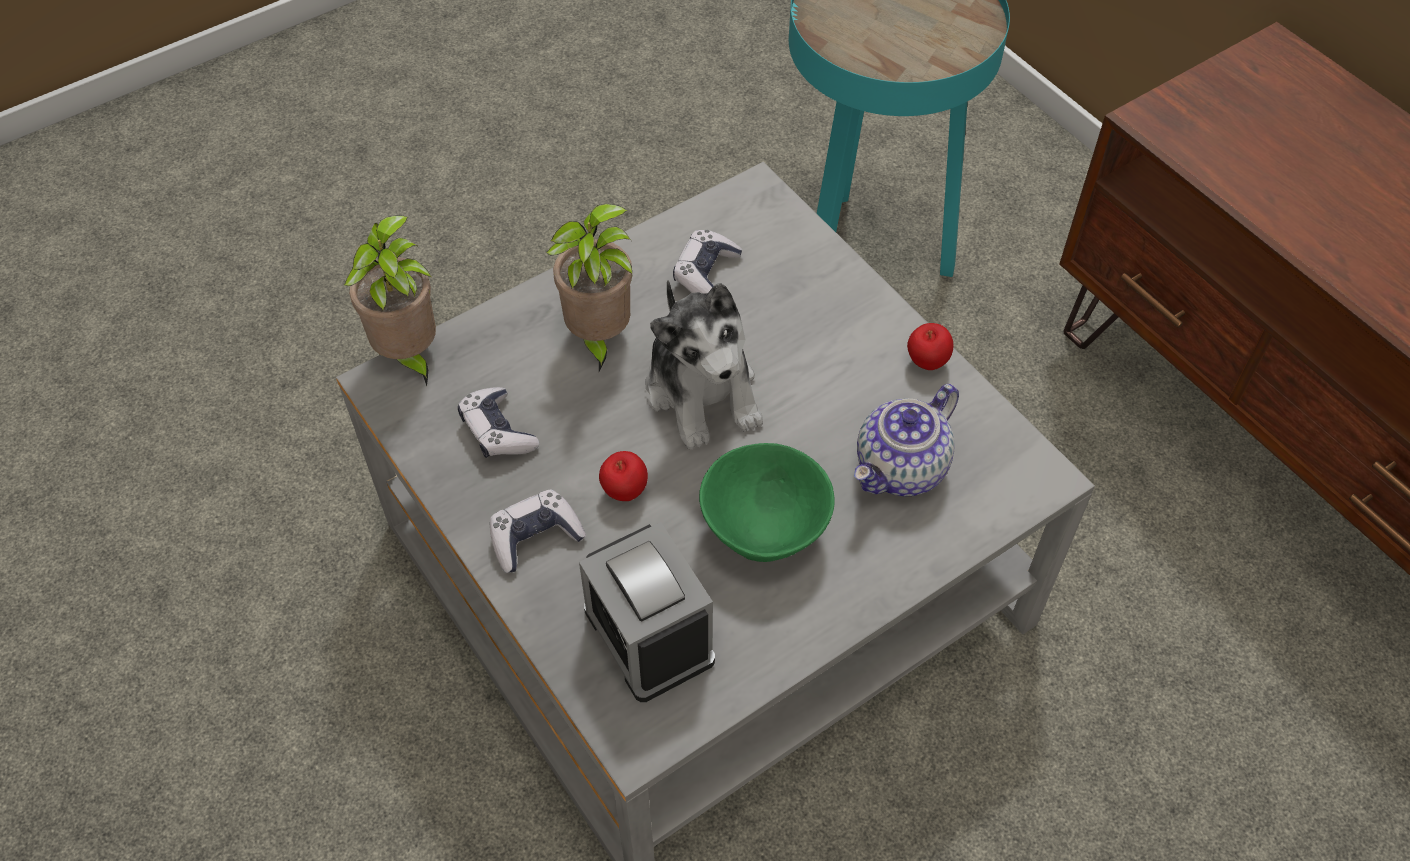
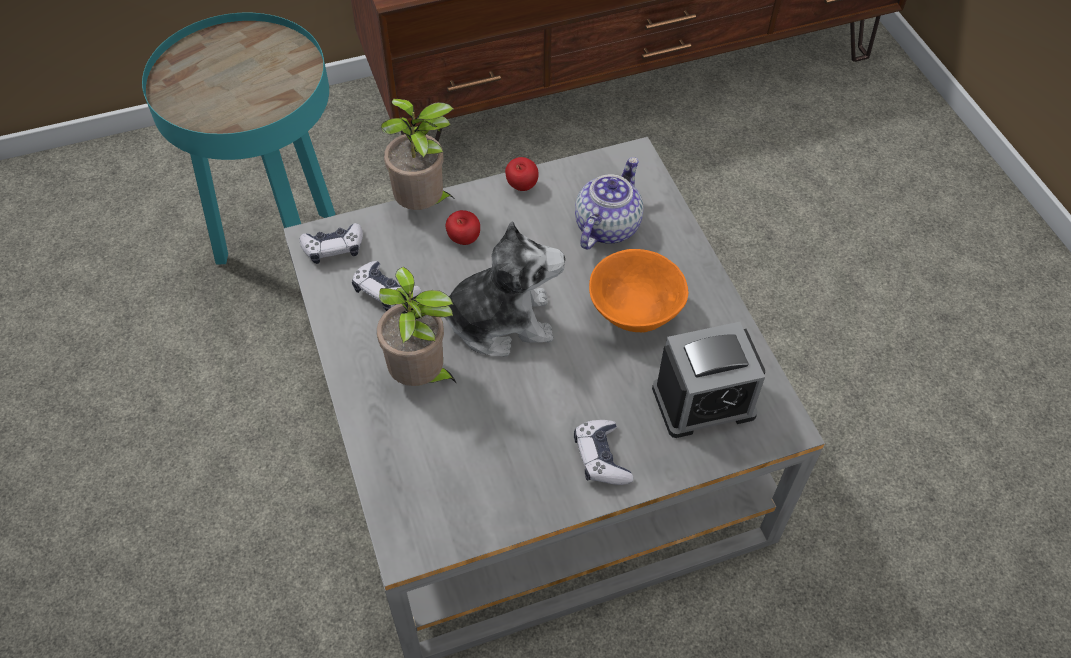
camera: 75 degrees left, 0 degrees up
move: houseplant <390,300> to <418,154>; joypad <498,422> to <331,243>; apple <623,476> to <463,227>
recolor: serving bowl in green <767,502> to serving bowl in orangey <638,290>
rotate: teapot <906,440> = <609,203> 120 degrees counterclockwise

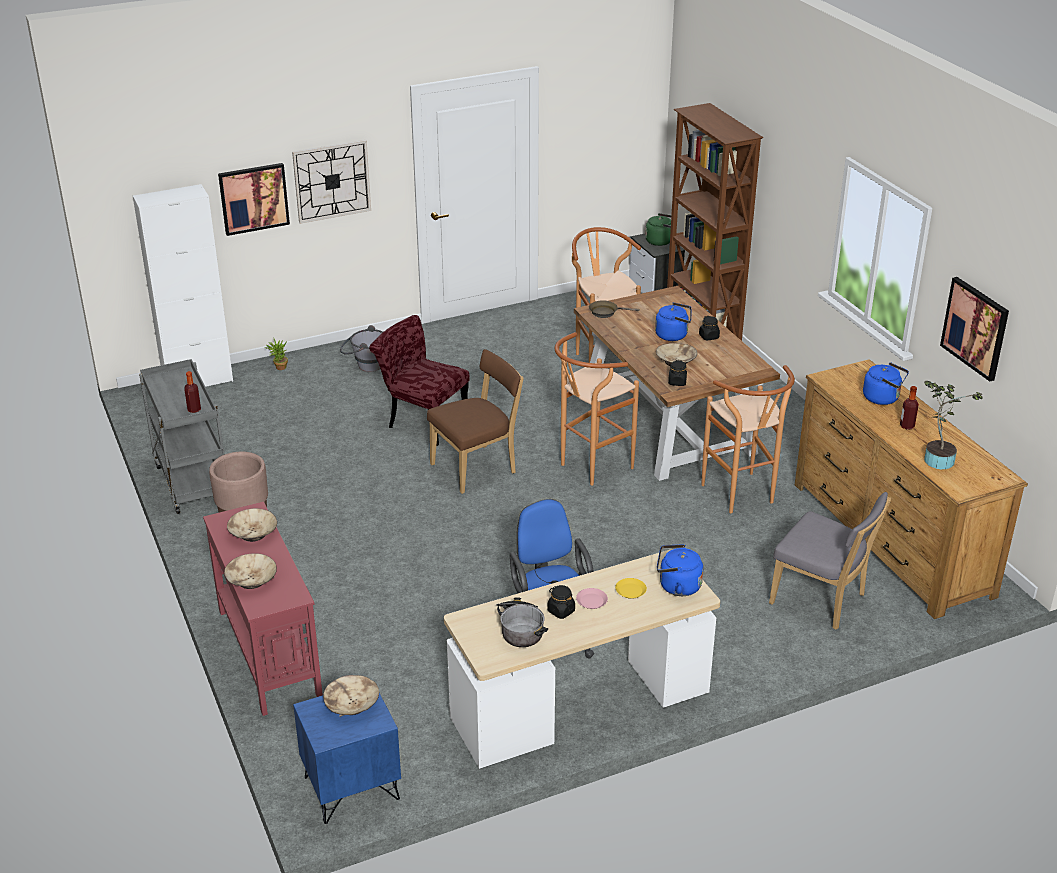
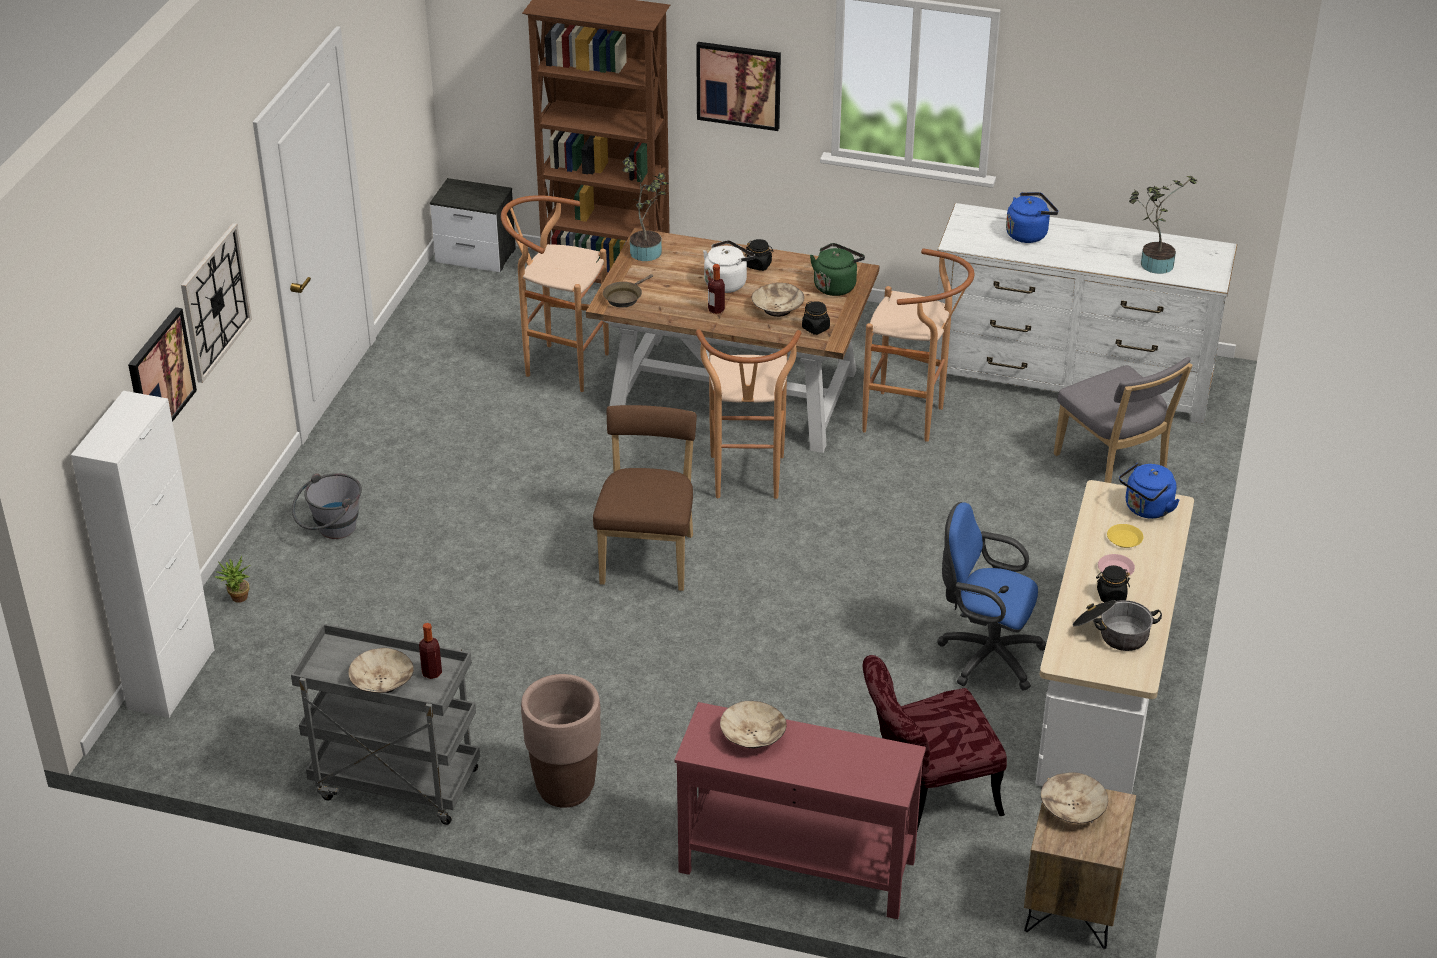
camera: 50 degrees left, 5 degrees up
insert: houseplant <646,209>
move: tea kettle in green <658,229> to <837,269>; wall art <974,329> to <738,86>; chair in reddish <419,380> to <935,743>; bottle <909,408> to <716,289>; serving bowl in beige <250,571> to <381,670>
recolor: tea kettle in blue-coloured <673,321> to tea kettle in whitish <729,266>; chest of drawers in brown <911,489> to chest of drawers in whitish <1086,313>; night table in blue-coloured <347,758> to night table in brown <1080,863>
rotate: chair in grey <830,561> = <1123,420> 75 degrees clockwise

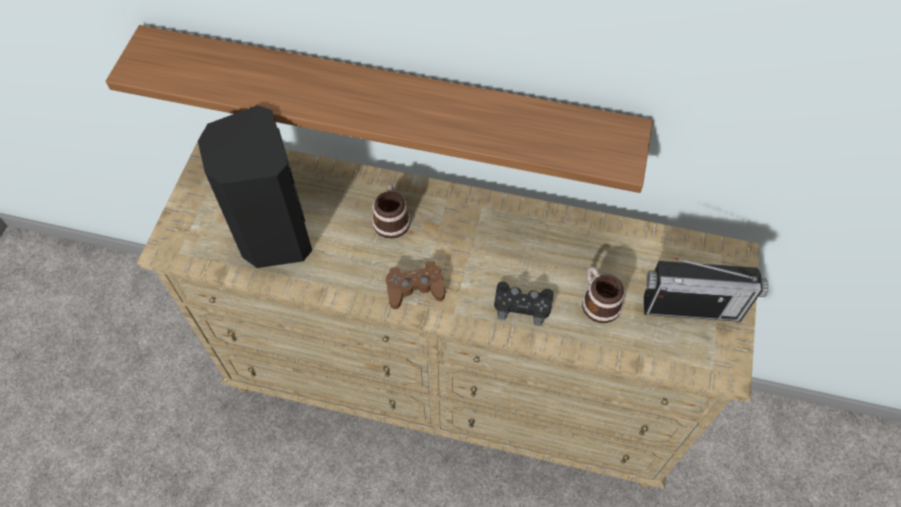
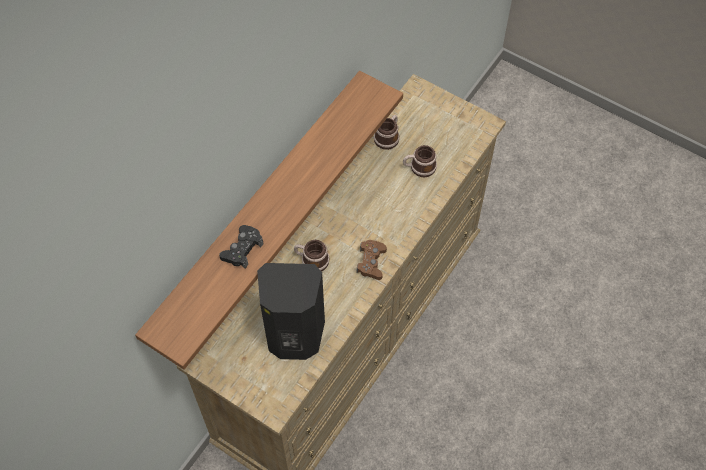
camera: 70 degrees left, 0 degrees up
delete: radio receiver <706,290>
insert: coffee mug <386,132>
move: joypad in black-coloured <524,303> to <241,246>

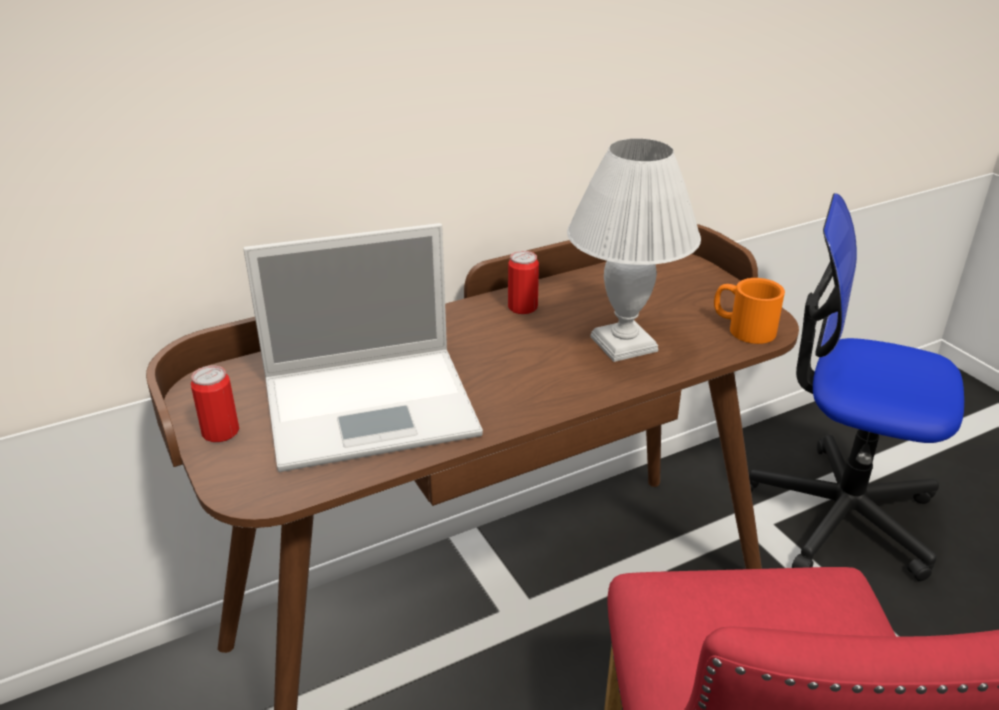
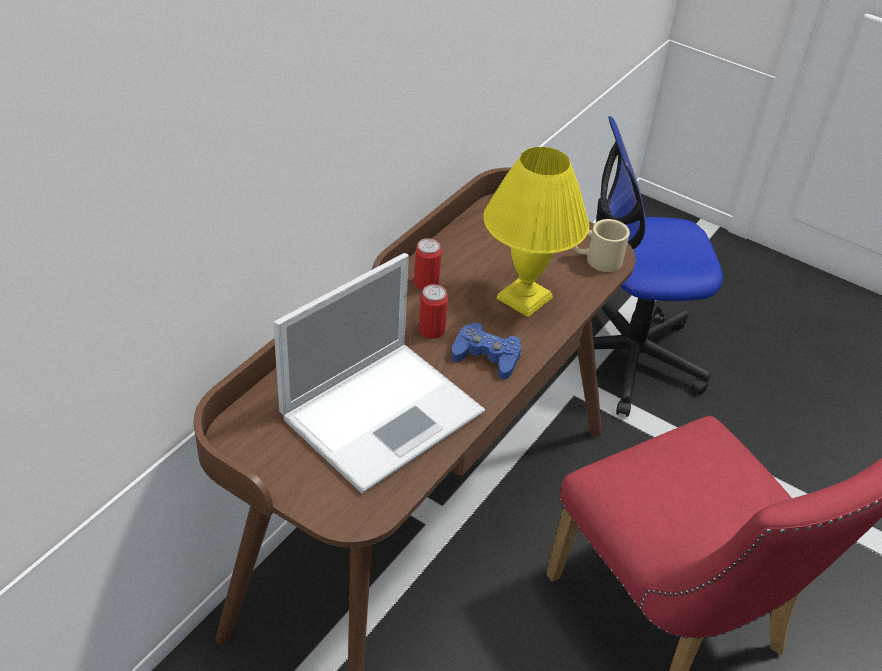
camera: 30 degrees left, 10 degrees up
insert: joypad in blue-coloured <486,351>
move: metal can <215,403> to <433,311>
recolor: tabletop lamp in whitish <634,250> to tabletop lamp in yellowish <536,232>; coffee mug in orangey <749,311> to coffee mug in beige <601,245>

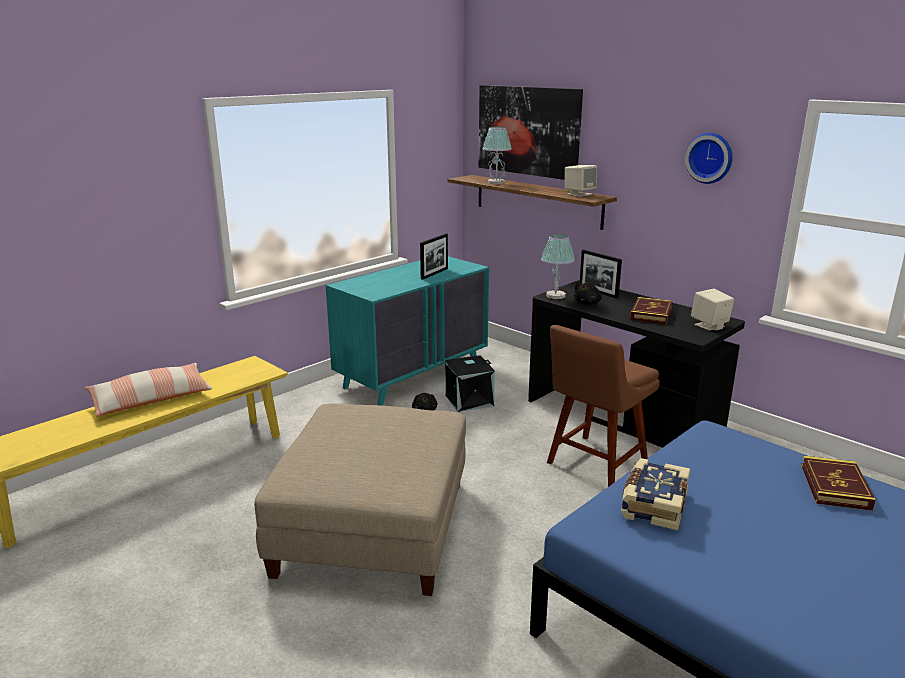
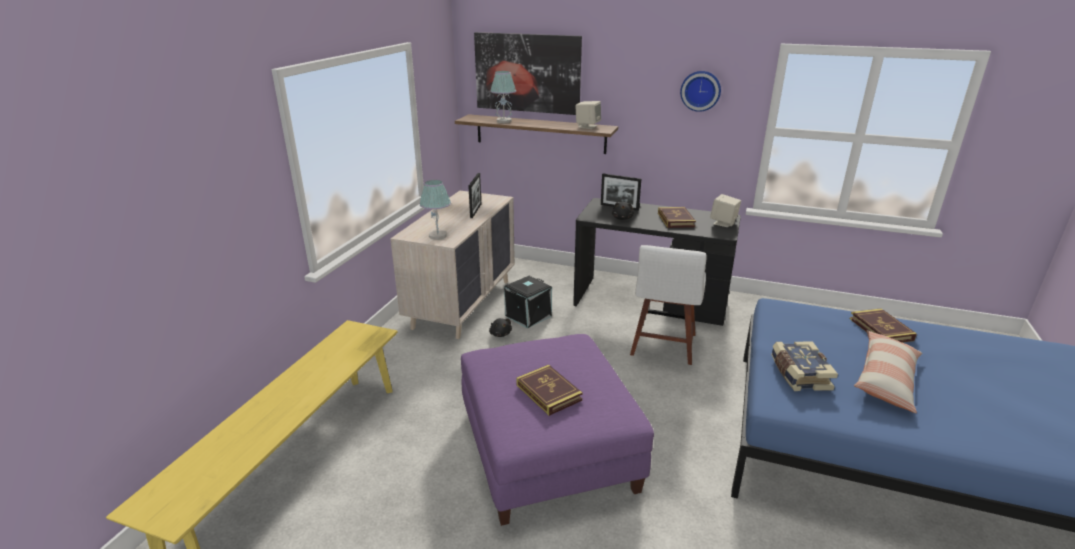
camera: 25 degrees left, 5 degrees up
insert: bound book <549,390>
move: tabletop lamp <558,266> to <435,210>; throw pillow <148,389> to <888,371>
recolor: chest of drawers in turquoise <407,331> to chest of drawers in beige <452,265>; chair in brown <603,406> to chair in whitish <668,305>; footrest in beige <360,499> to footrest in purplish <557,430>

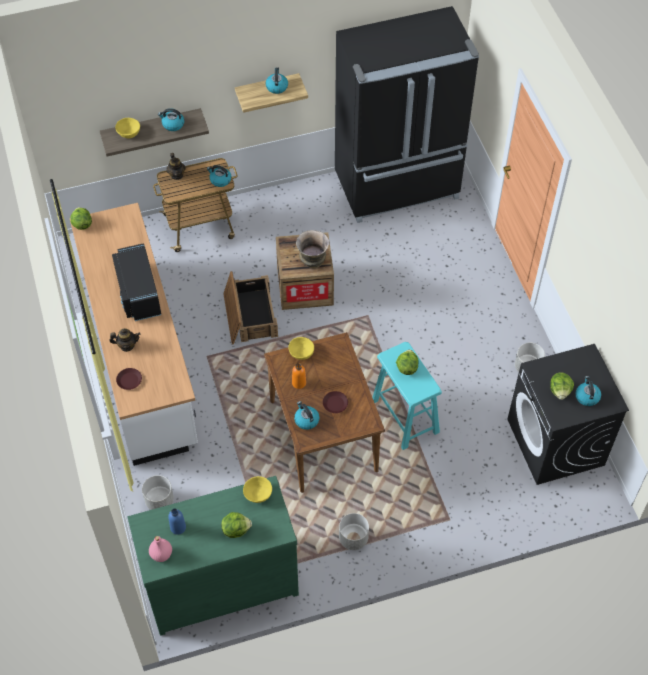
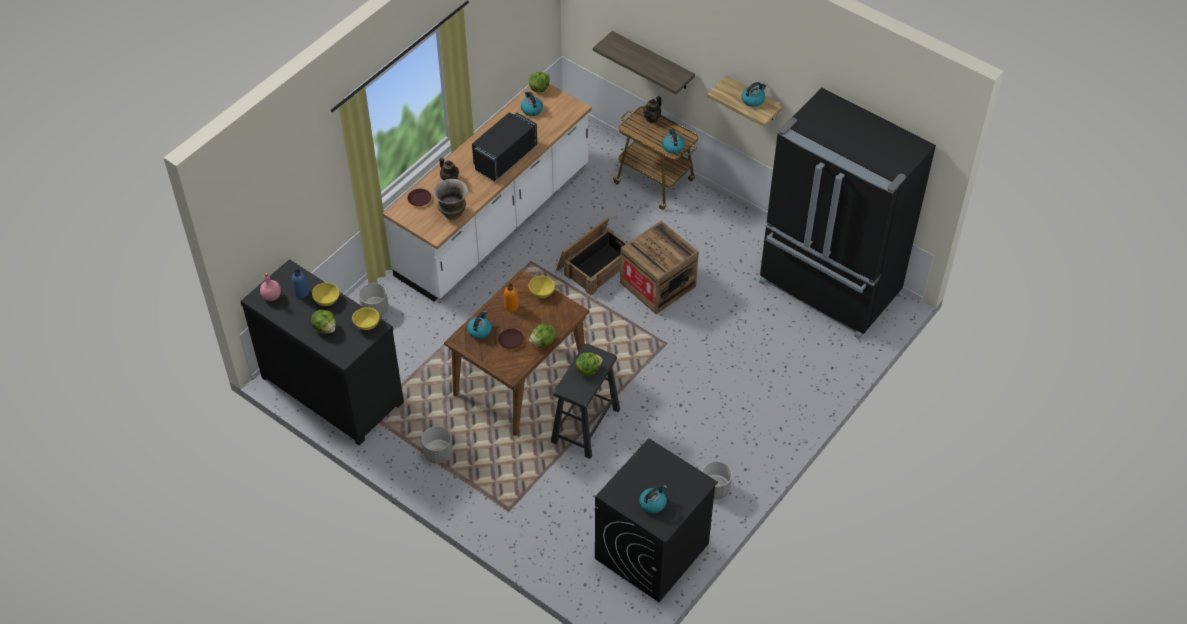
camera: 55 degrees right, 5 degrees down
move: tea kettle <171,119> to <532,103>; serving bowl in yellowish <127,128> to <326,294>; vase <312,249> to <451,199>; lettuce <562,386> to <542,335>
recolor: stool seat in turquoise <407,396> to stool seat in black-coloured <585,401>; chest of drawers in green <213,556> to chest of drawers in black-coloured <322,352>

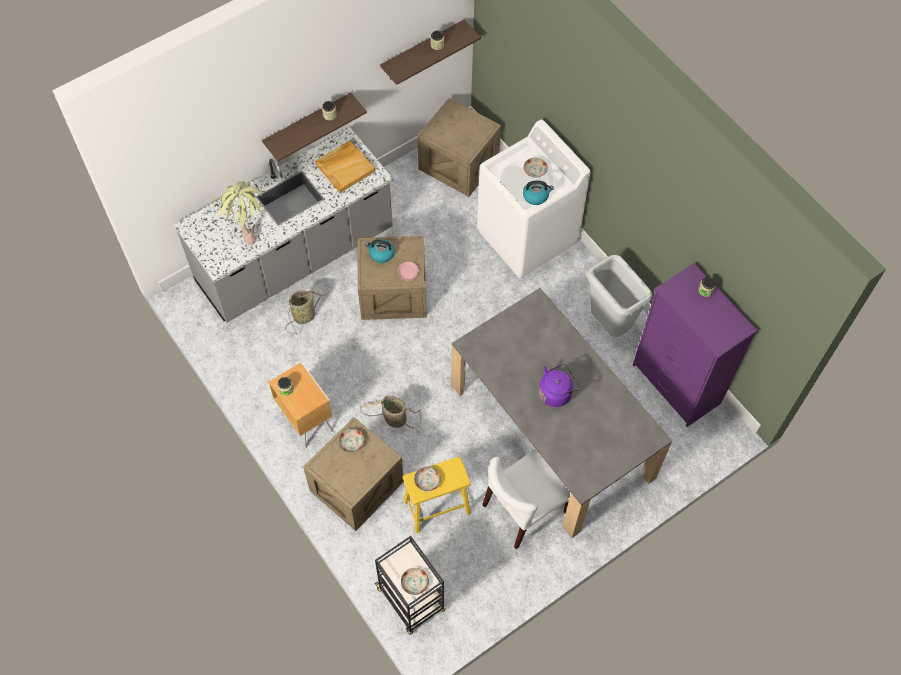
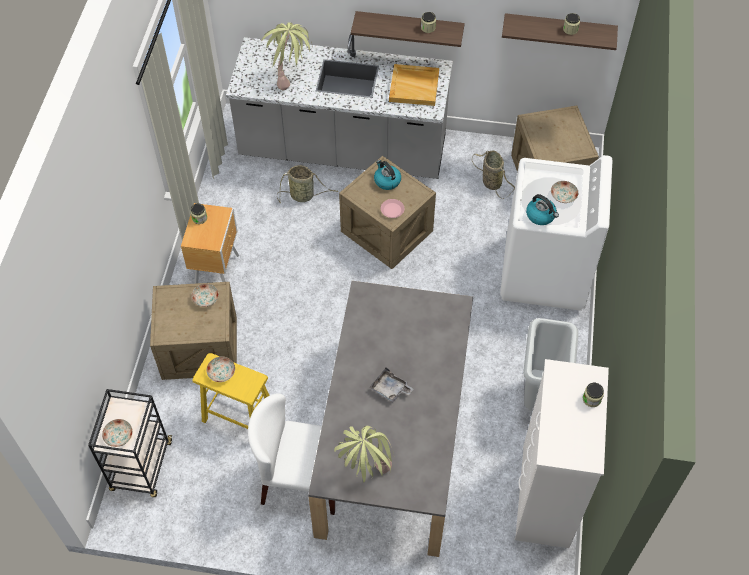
camera: 45 degrees right, 5 degrees down
insert: houseplant <364,454>
move: storage basket <390,412> to <493,174>
replace: tea kettle in purplish <559,385> to tray in grey <391,385>
recolor: chest of drawers in purplish <695,345> to chest of drawers in whitish <562,453>

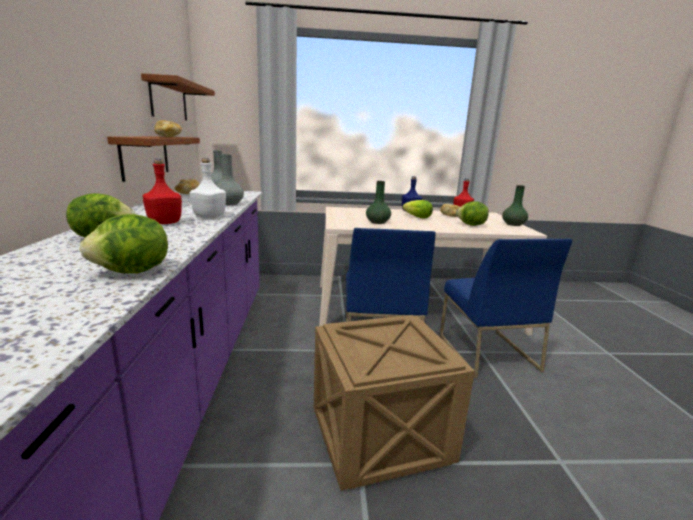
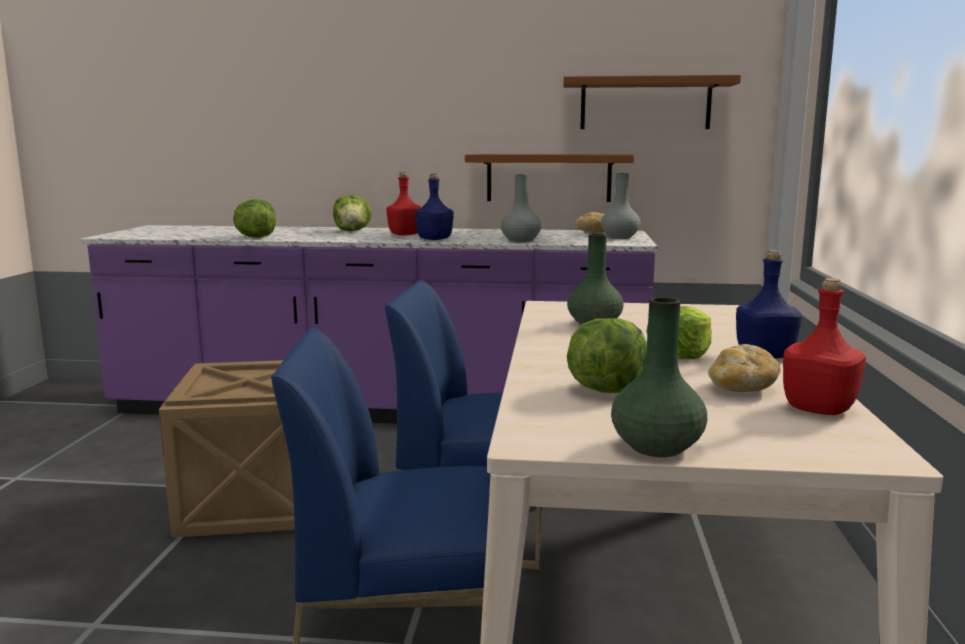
camera: 100 degrees right, 5 degrees down
delete: baked bread <168,128>
recolor: bottle in whitish <207,188> to bottle in blue-coloured <434,207>

